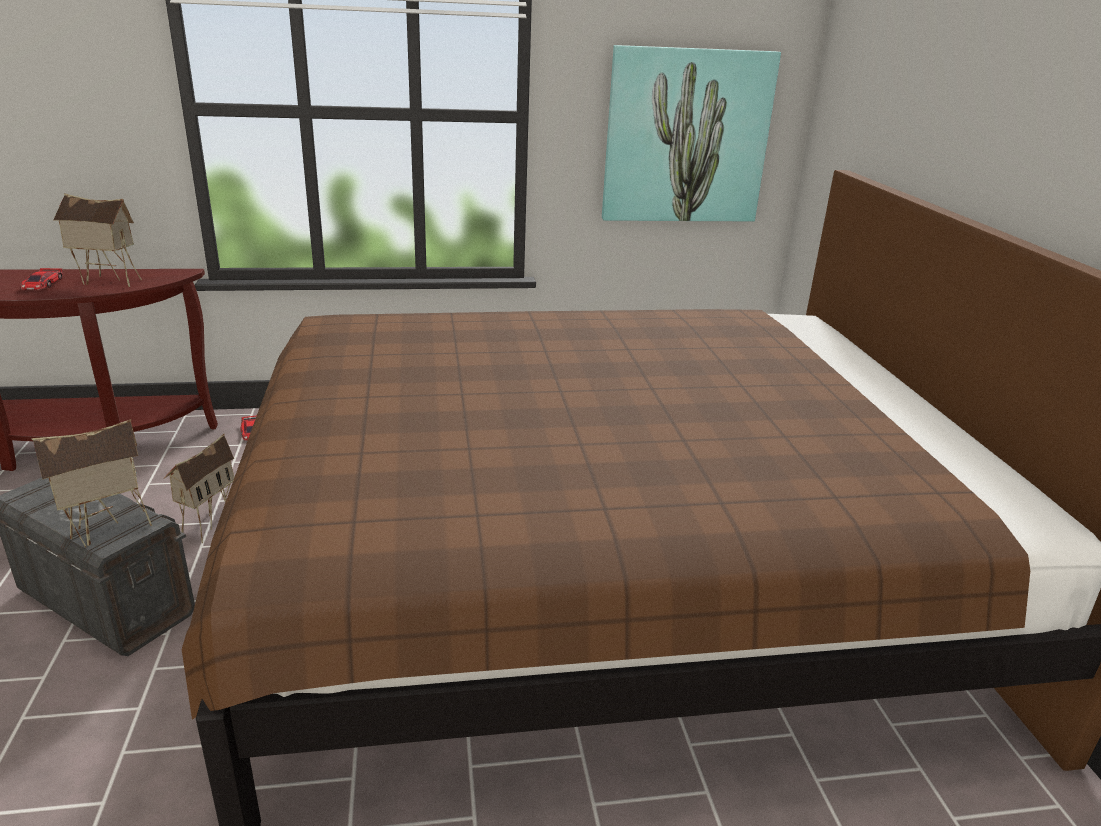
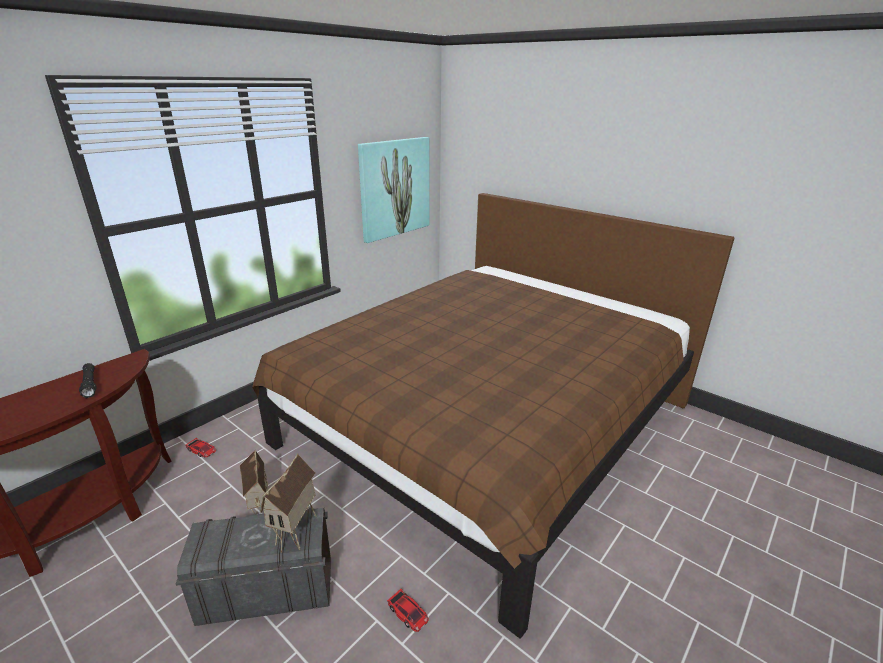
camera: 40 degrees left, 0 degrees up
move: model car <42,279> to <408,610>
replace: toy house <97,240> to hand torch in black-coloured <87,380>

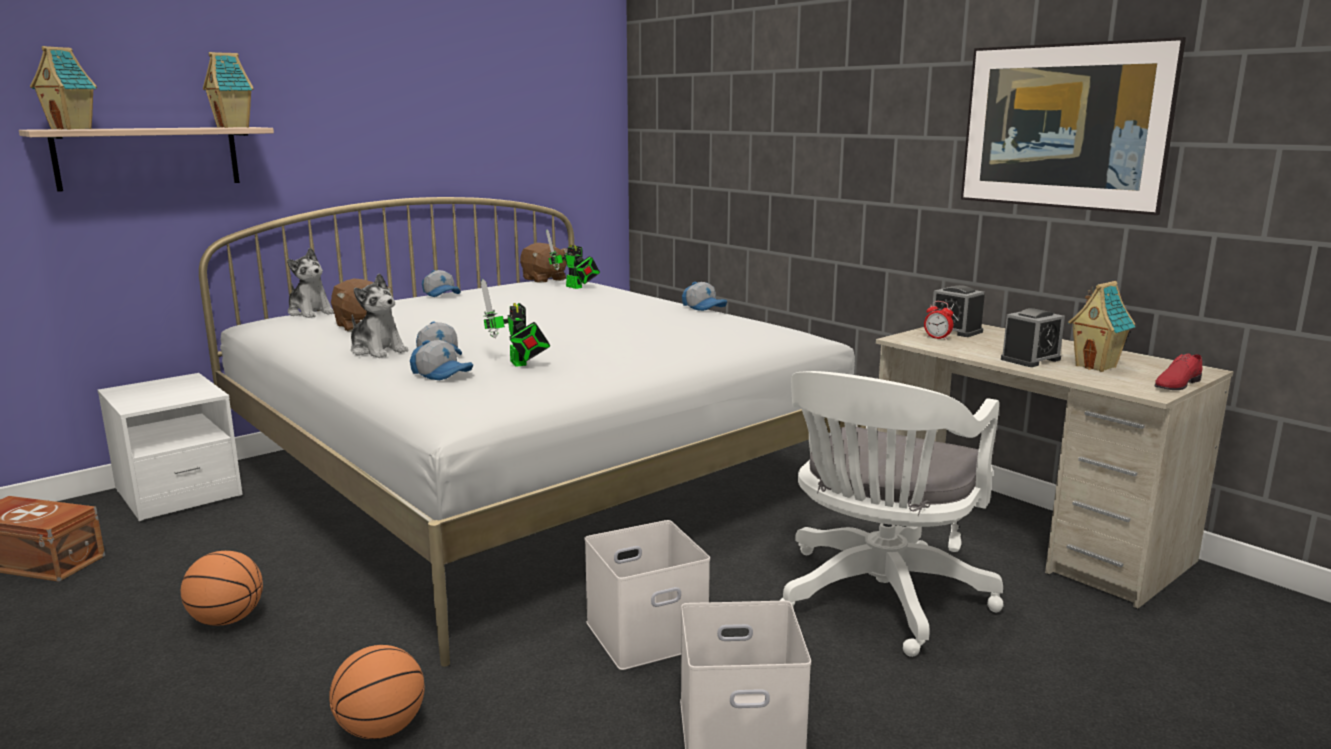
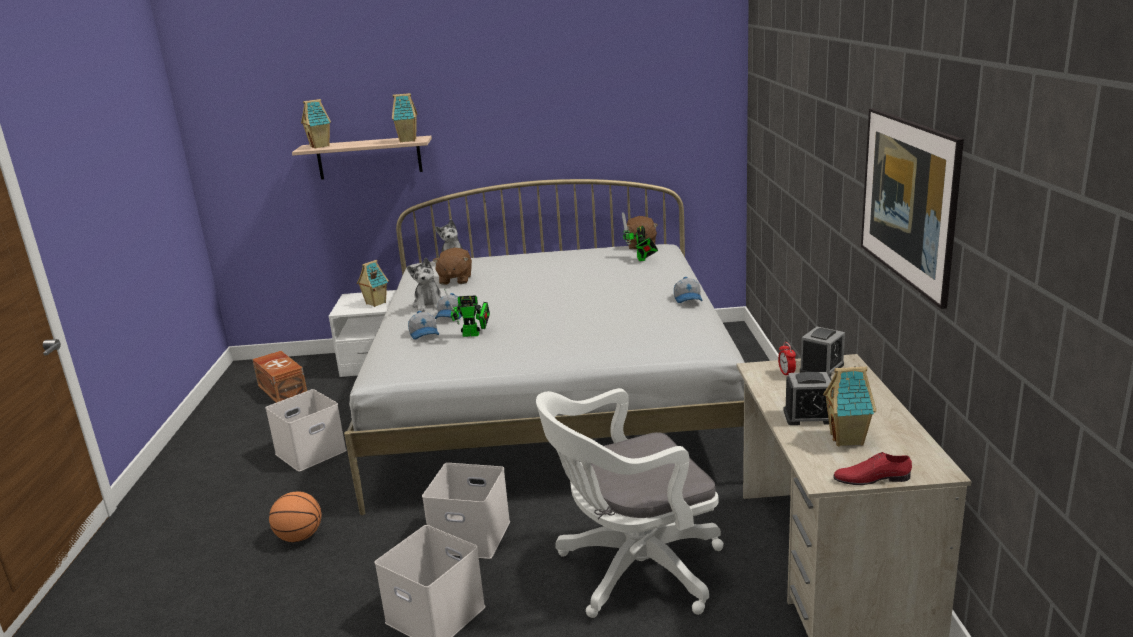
camera: 40 degrees right, 5 degrees up
delete: cap <441,283>
insert: toy house <373,283>
replace: ball for basketball <222,588> to storage container in whitish <306,430>
rotate: model robot <515,323> = <467,312> 105 degrees counterclockwise; table clock <958,311> = <822,352> 135 degrees counterclockwise

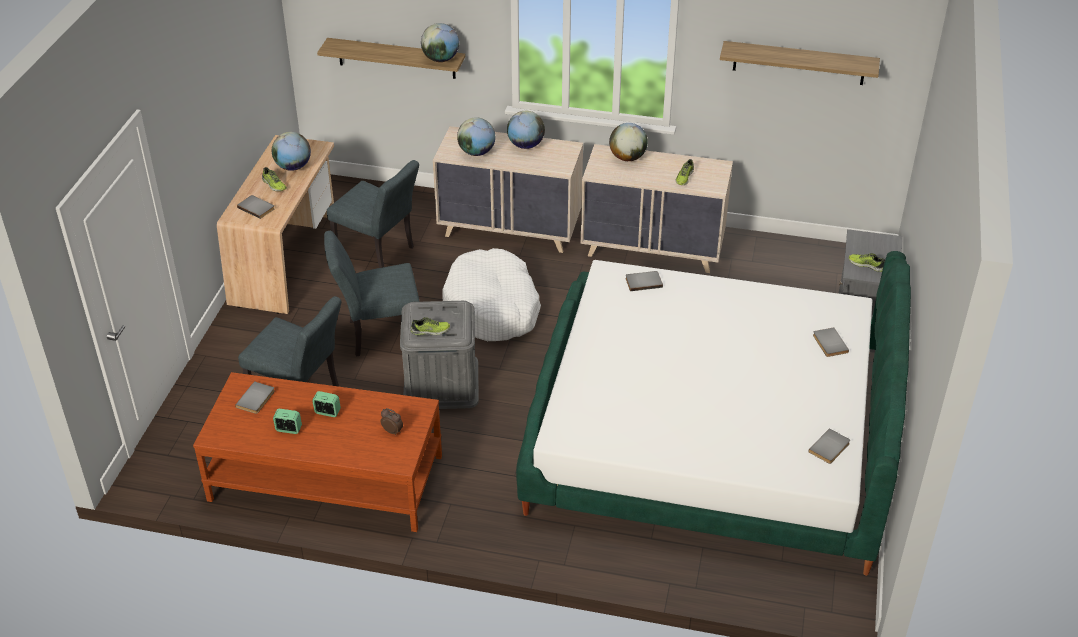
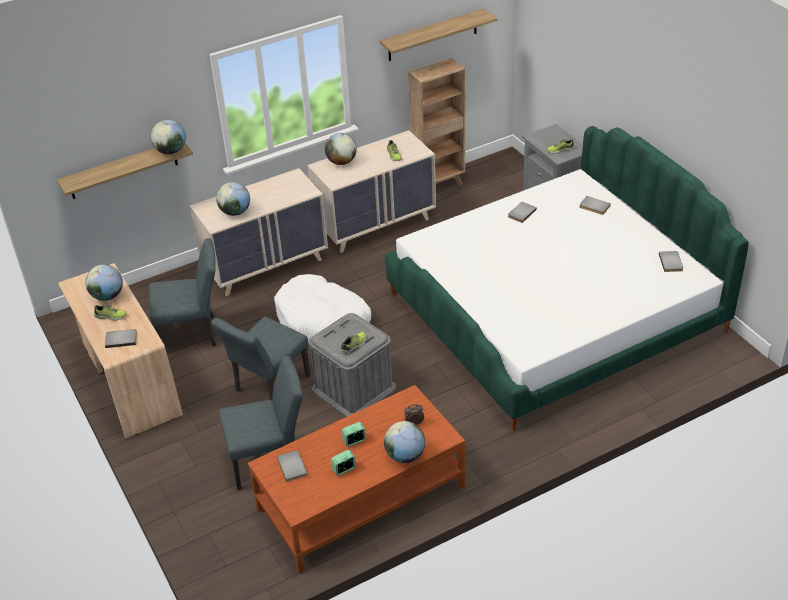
camera: 40 degrees left, 0 degrees up
insert: bookcase in brown <436,121>
move: globe <526,130> to <404,442>; bound book in grey <644,281> to <522,212>

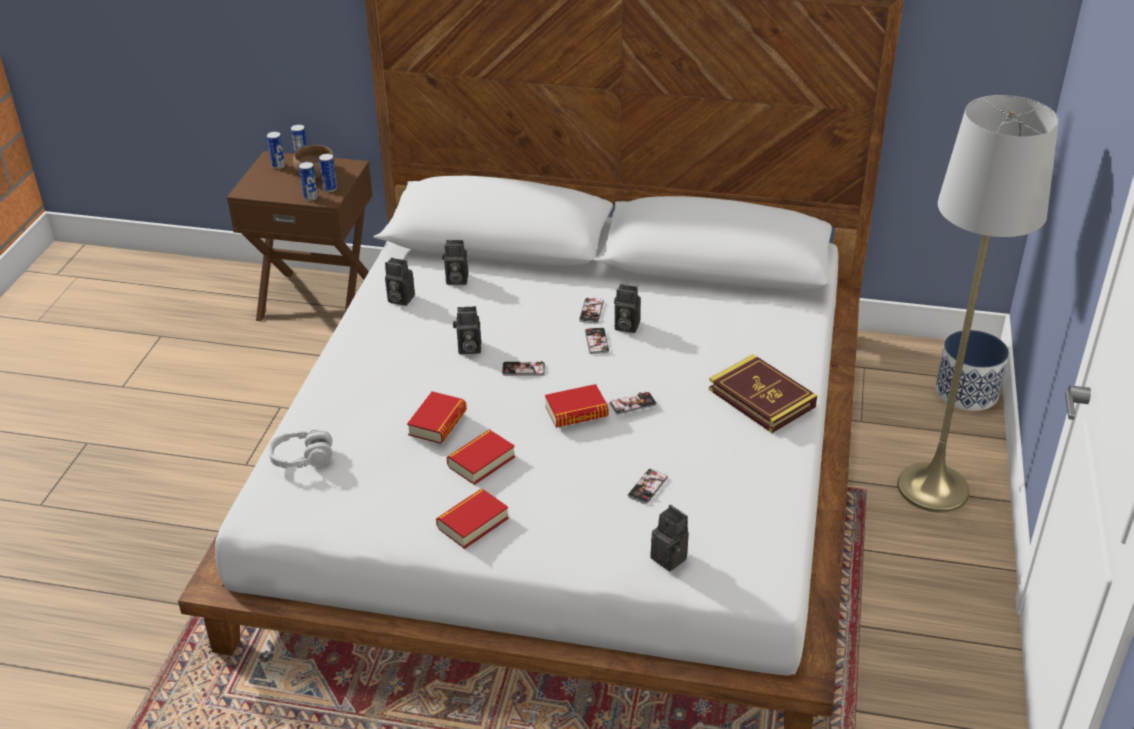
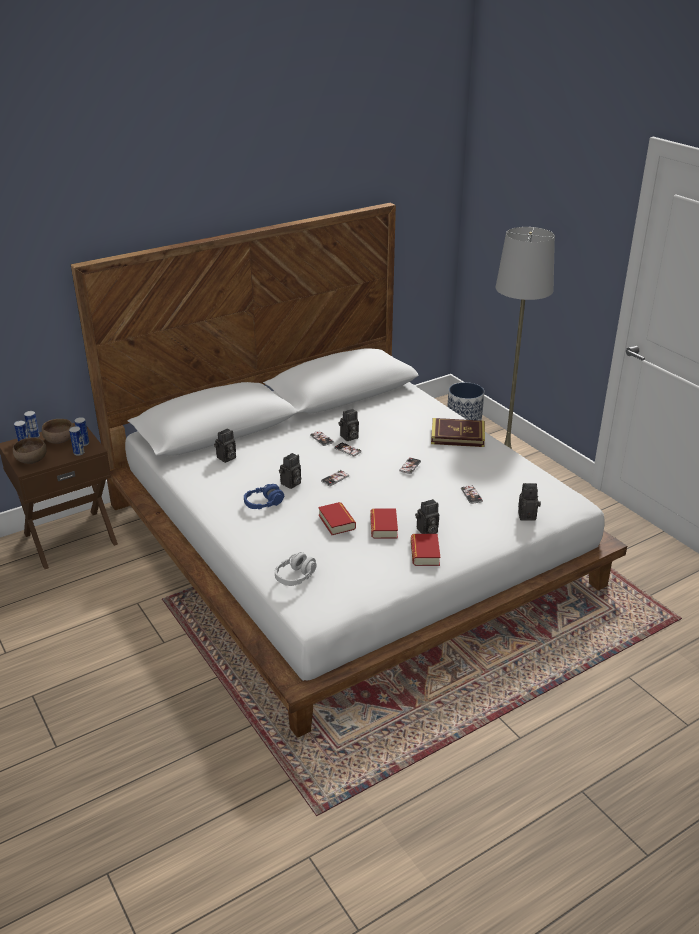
camera: 45 degrees left, 5 degrees down
delete: bound book <576,406>
insert: serving bowl in brown <30,450>; pair of headphones in blue-coloured <264,496>
move: still camera <400,282> to <427,516>

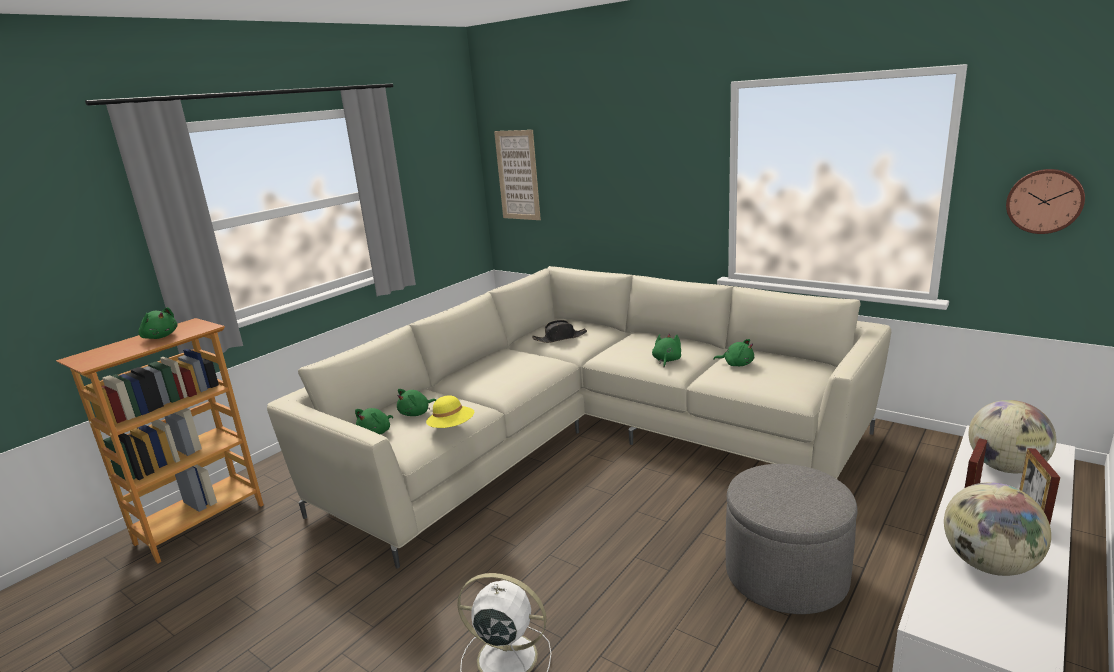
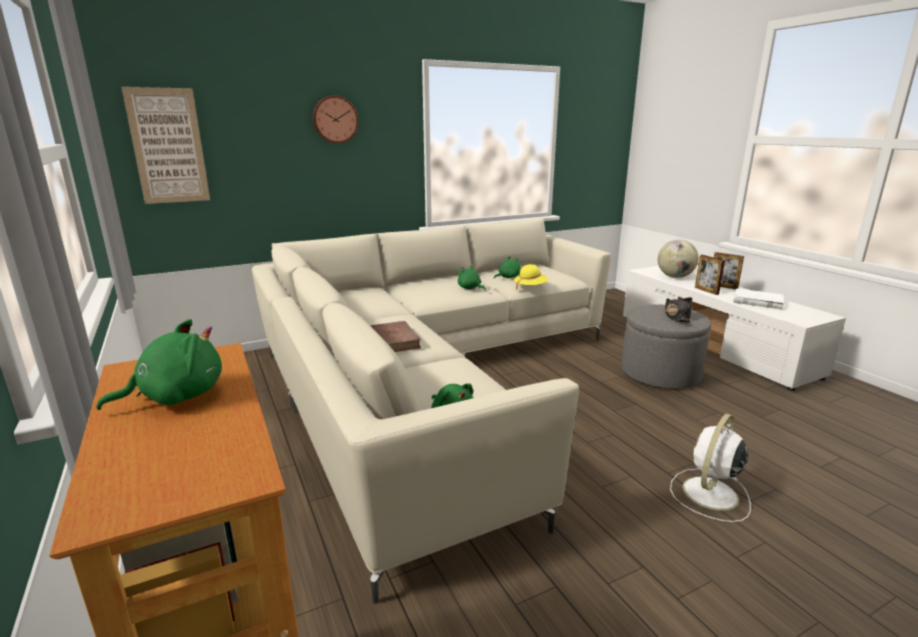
camera: 65 degrees left, 0 degrees up
delete: plush toy in green <416,402>
insert: bound book in brown <395,336>
move: wall clock <1045,201> to <335,119>; clothing hat in black-coloured <559,331> to <678,309>; clothing hat in yellowish <450,411> to <531,277>
replace: globe <997,529> to bound book in whitish <758,298>

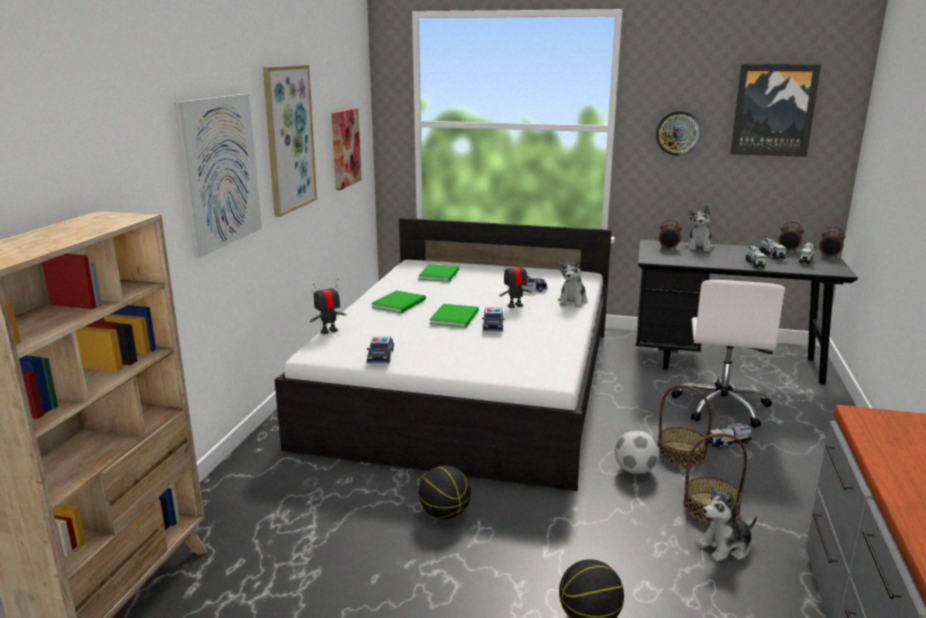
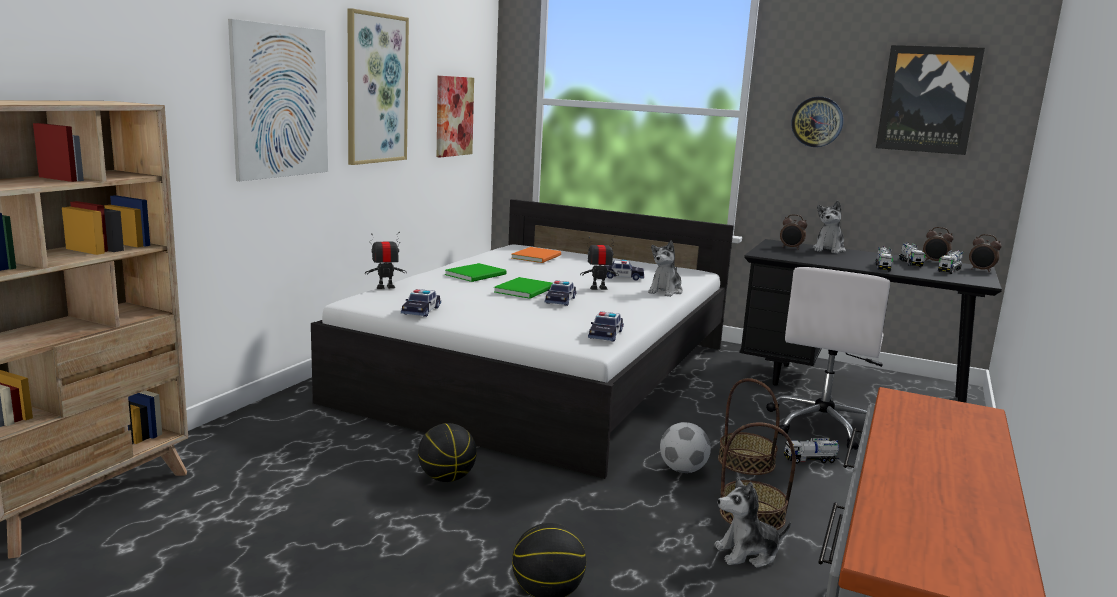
camera: 10 degrees right, 5 degrees down
insert: model car <606,326>
recolor: bound book in green <439,273> to bound book in orangey <536,255>

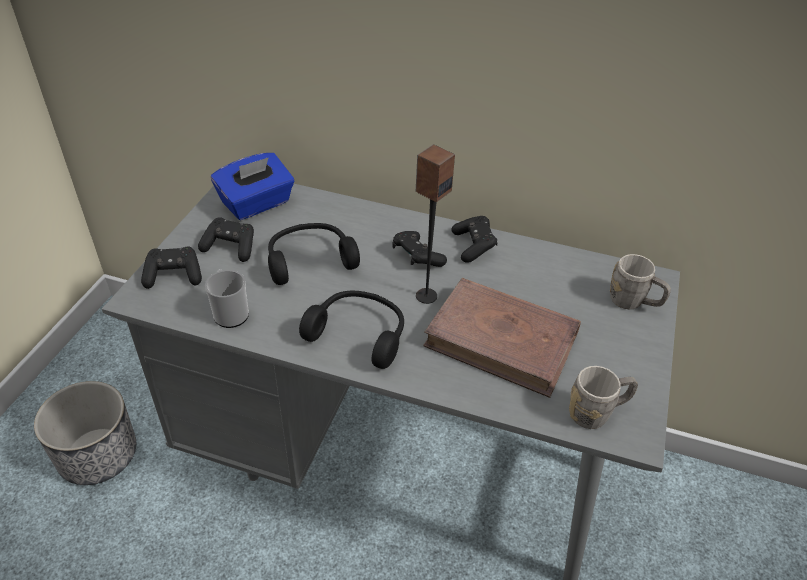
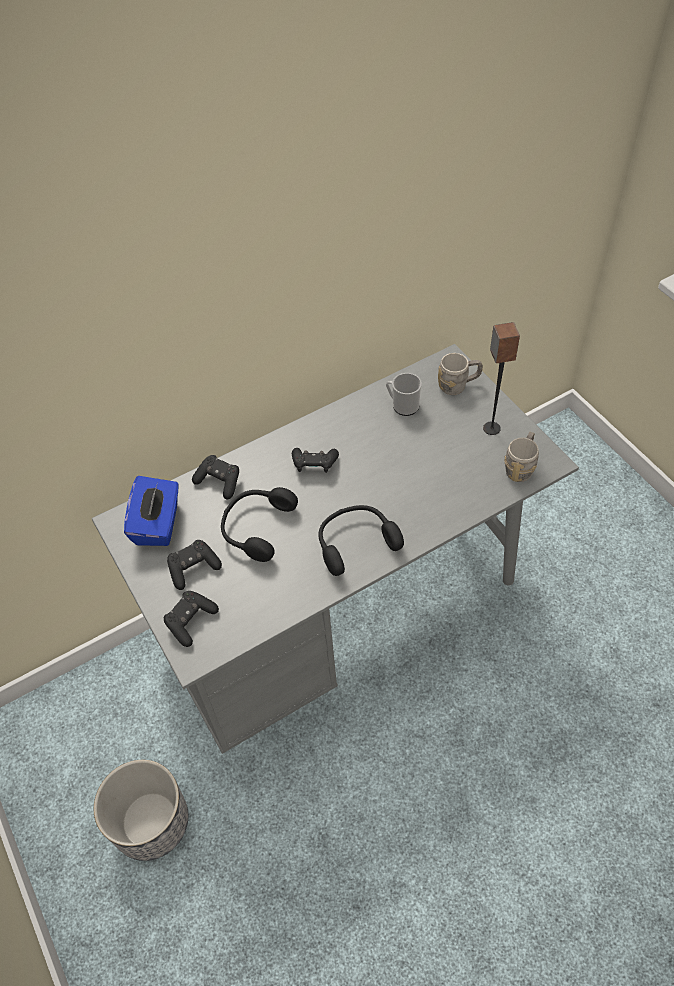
camera: 45 degrees left, 10 degrees up
delete: bound book in brown <502,338>
move: audio speaker <435,224> to <501,378>; joypad in black-coloured <474,239> to <215,477>; coffee mug <227,298> to <404,394>

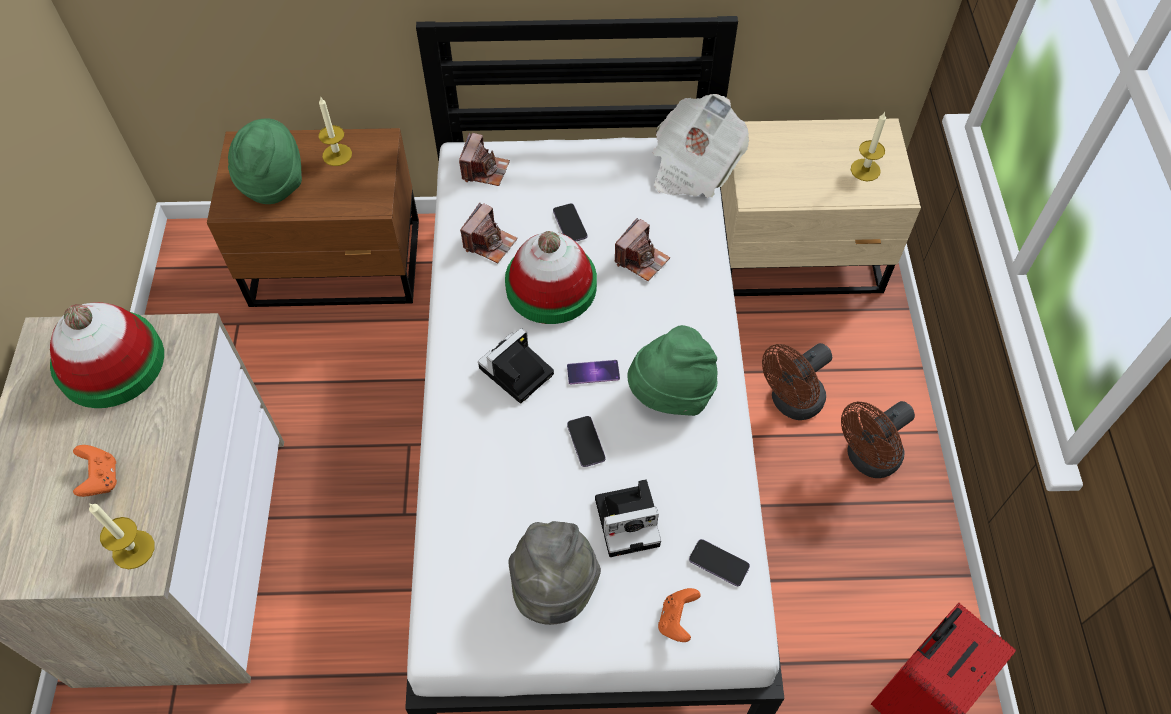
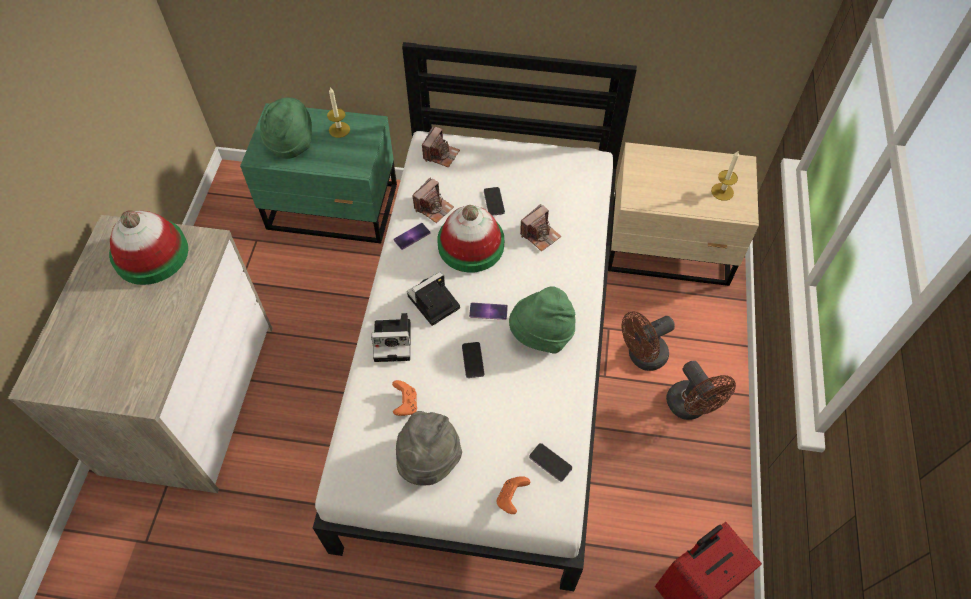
camera: 10 degrees right, 0 degrees up
delete: daily paper <701,146>; wax light <121,536>
insert: handset <412,236>
move: joypad in orangey <95,471> to <404,398>; still camera <628,518> to <391,337>
recolor: night table in brown <313,217> to night table in green <318,173>
rotate: electric fan in brown <878,439> = <701,390> 90 degrees counterclockwise

